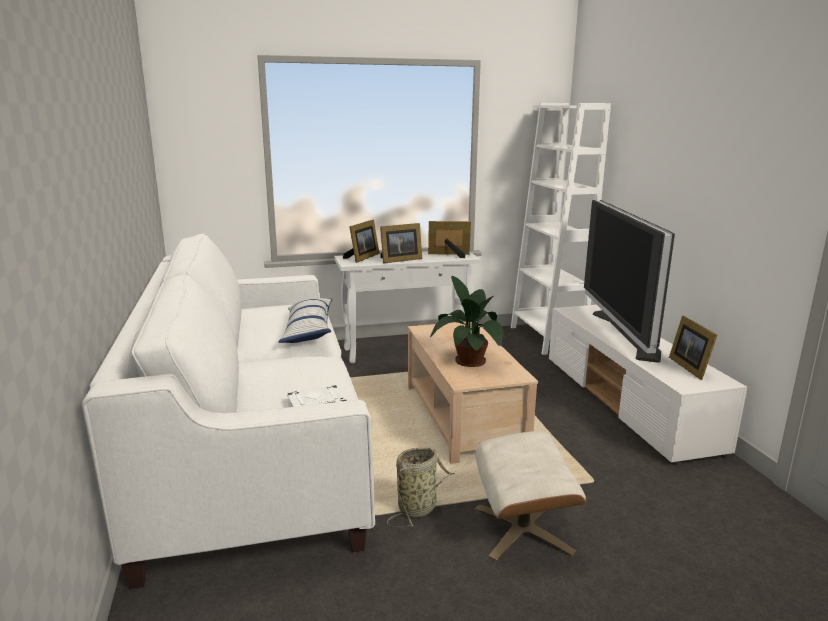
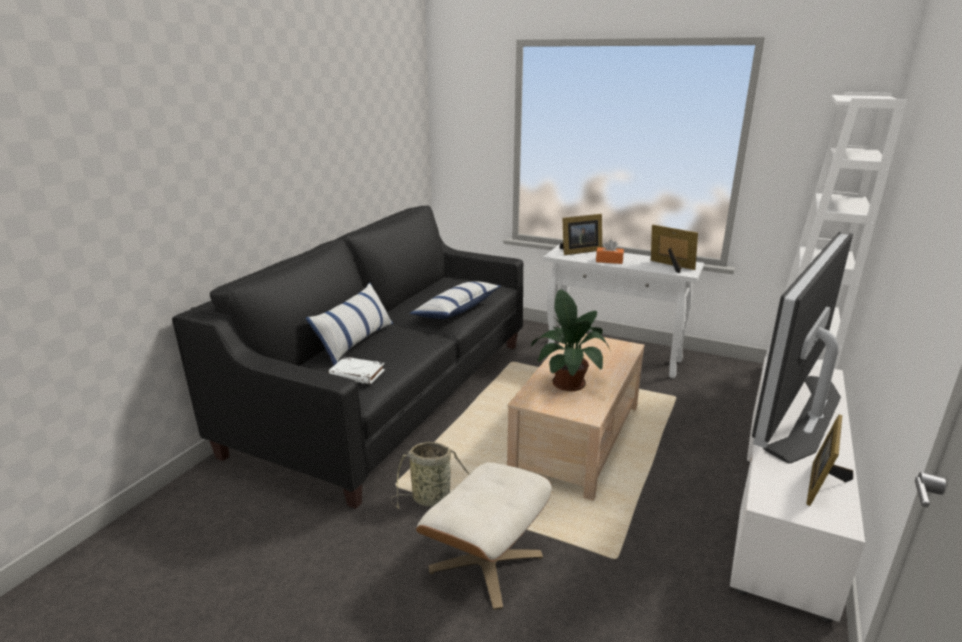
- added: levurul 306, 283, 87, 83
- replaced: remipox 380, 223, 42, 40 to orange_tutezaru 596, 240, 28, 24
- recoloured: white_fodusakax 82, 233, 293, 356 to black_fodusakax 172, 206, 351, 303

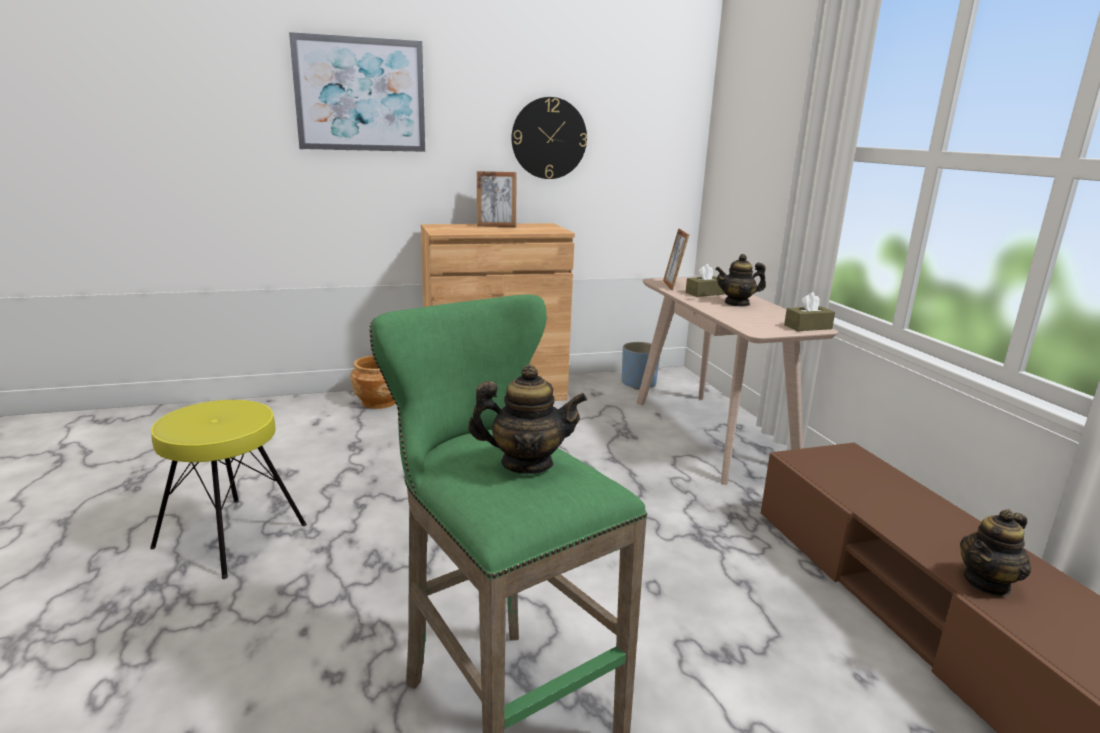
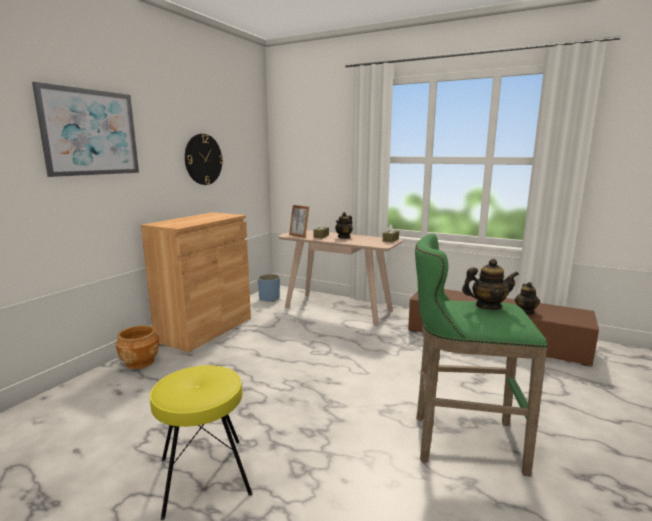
- removed: remipox 477, 171, 39, 56
- turned: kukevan 468, 365, 119, 109 = 462, 259, 57, 51 45 degrees clockwise

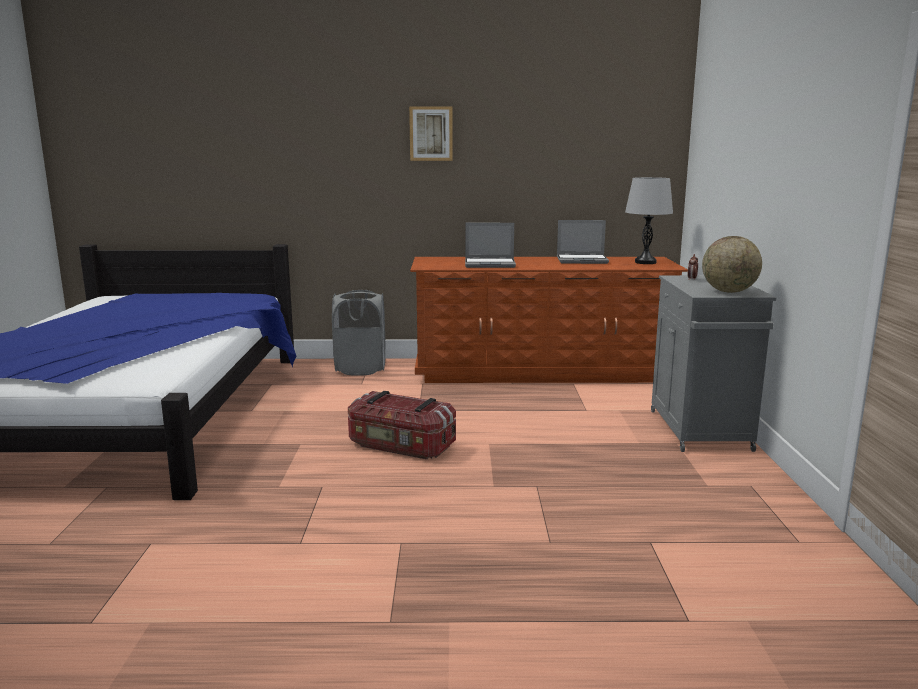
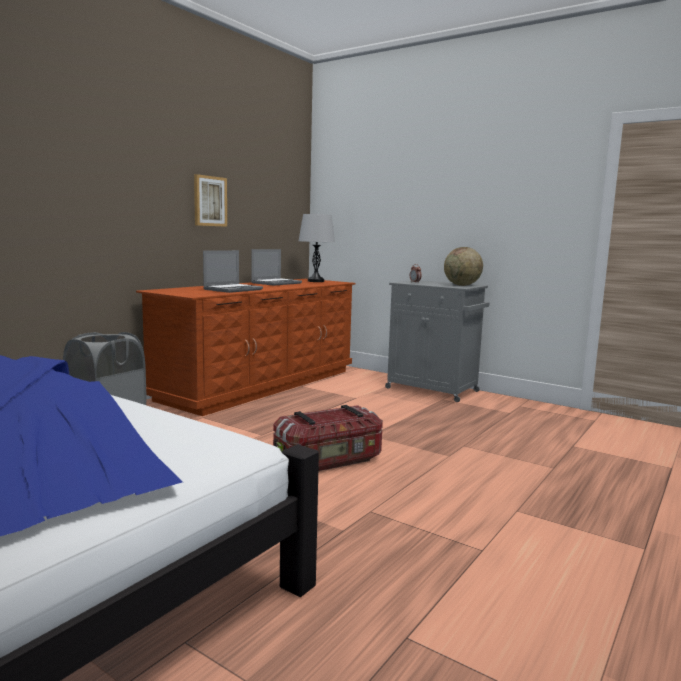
- moved: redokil 409, 106, 44, 55 to 194, 174, 33, 53

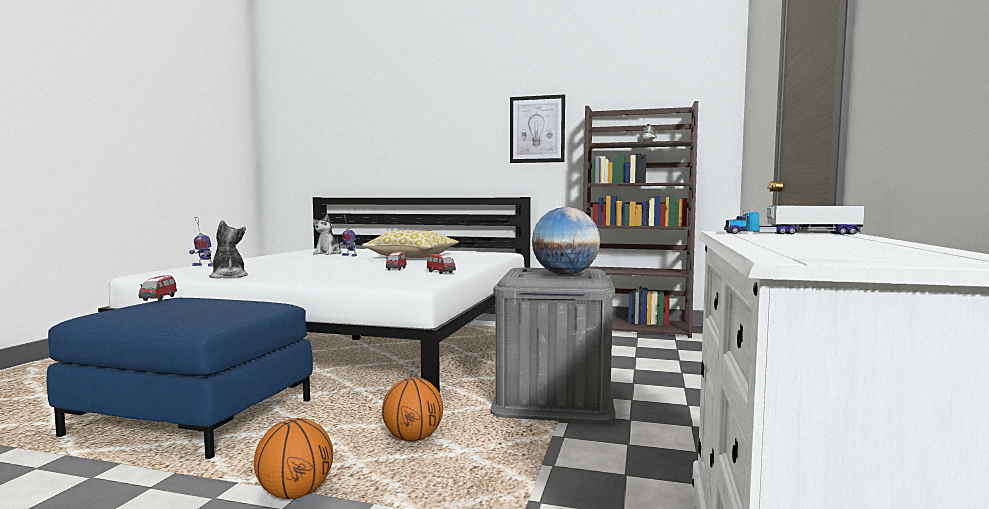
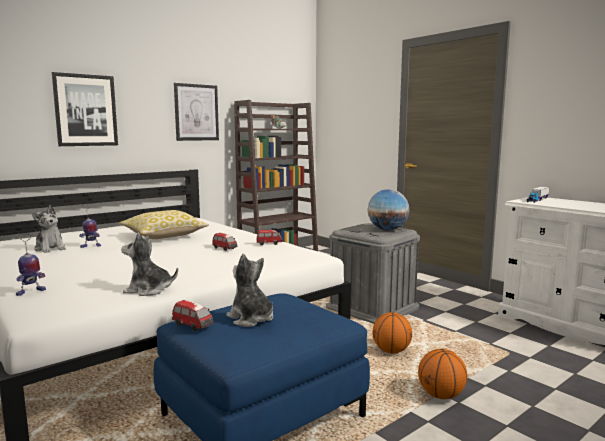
- added: redokil 52, 72, 66, 74
- added: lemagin 226, 254, 47, 73

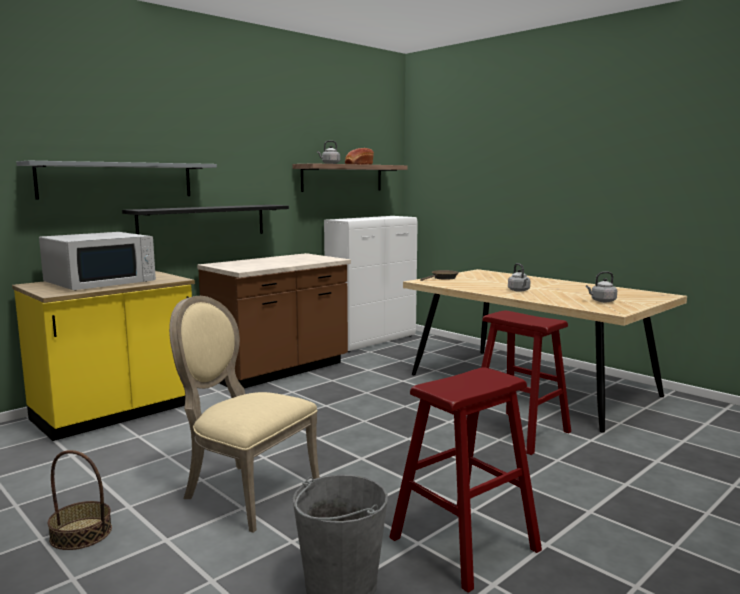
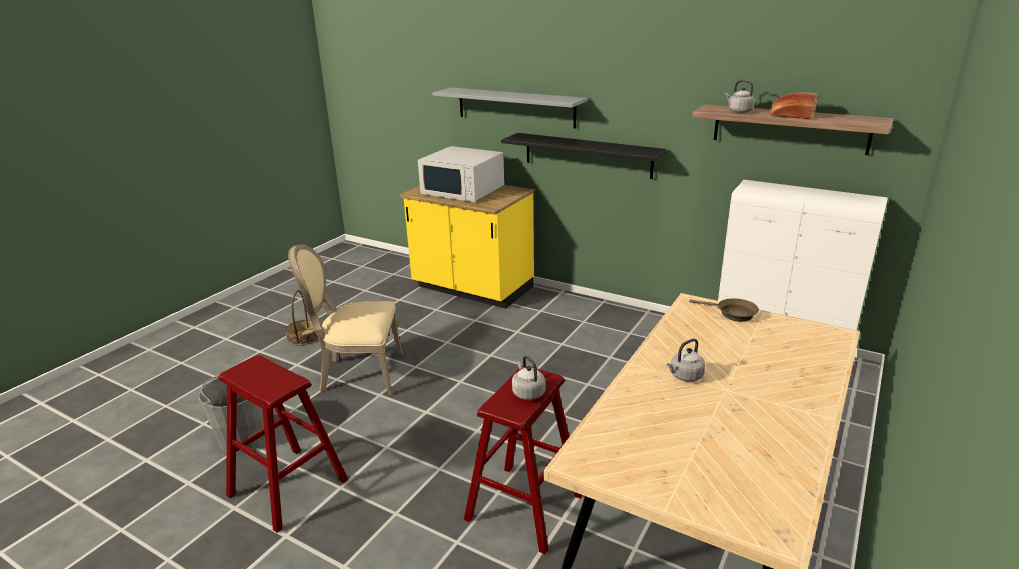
- removed: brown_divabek 197, 253, 154, 135
- moved: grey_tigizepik 586, 272, 31, 30 to 512, 355, 33, 45
- turned: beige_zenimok 169, 296, 151, 237 = 288, 244, 115, 151 105 degrees counterclockwise

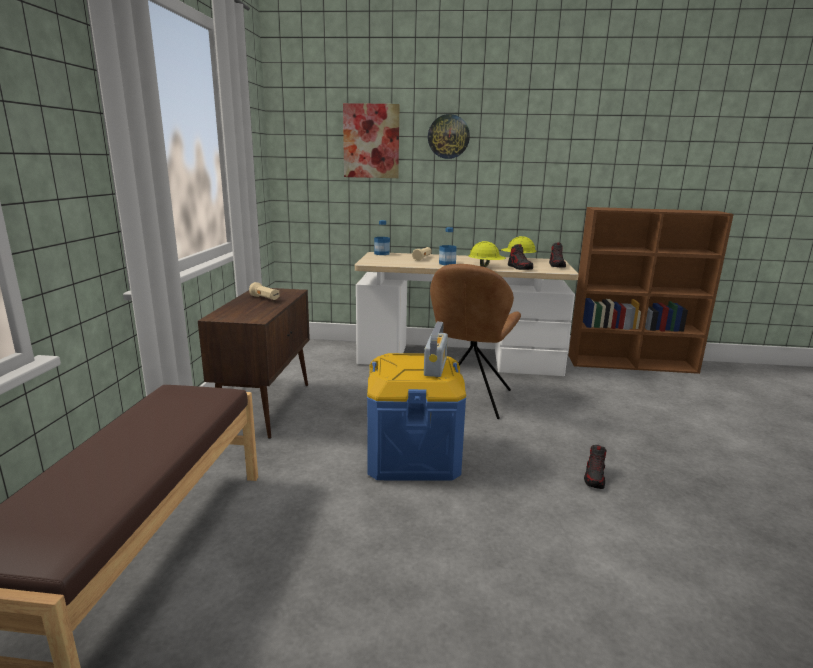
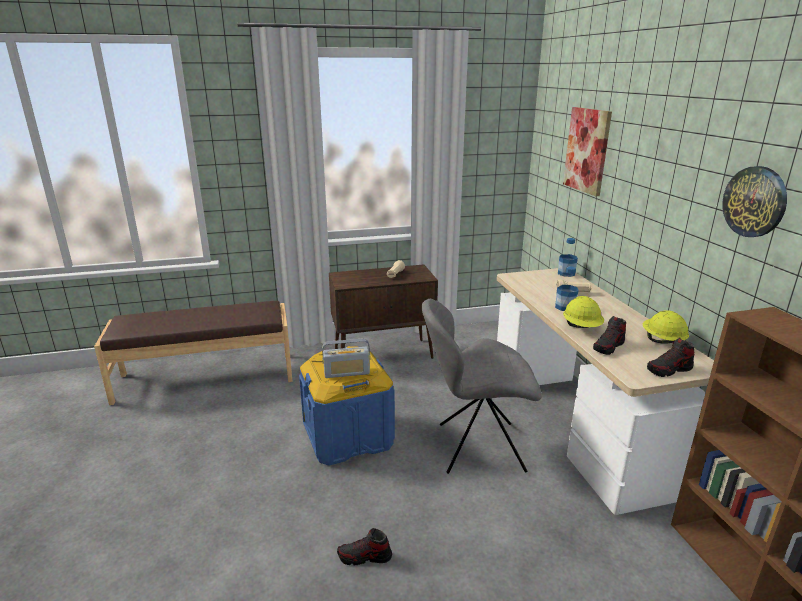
- moved: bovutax 428, 114, 42, 45 to 722, 166, 65, 71
- recoloured: brown_zenimok 430, 264, 91, 155 to grey_zenimok 422, 299, 120, 175

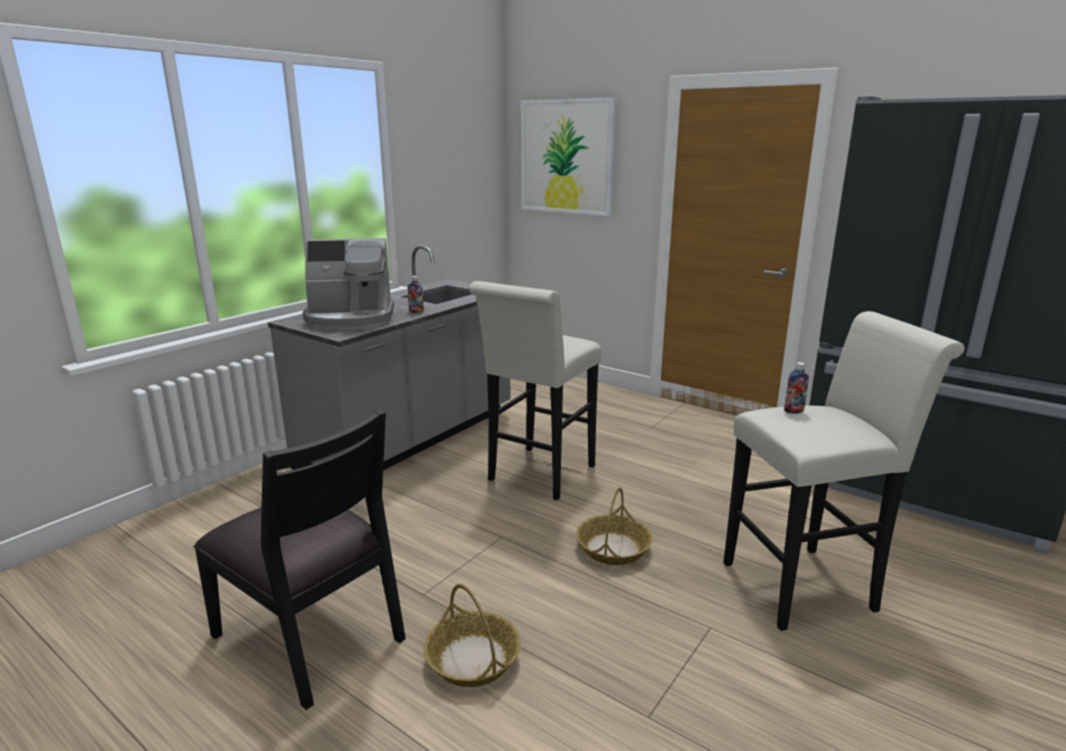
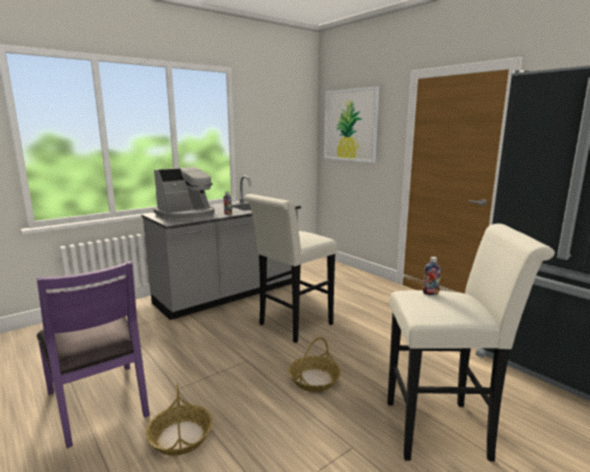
- recoloured: black_zenimok 193, 409, 213, 301 to purple_zenimok 36, 261, 114, 187
- turned: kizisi 303, 238, 91, 92 = 154, 167, 61, 54 45 degrees counterclockwise

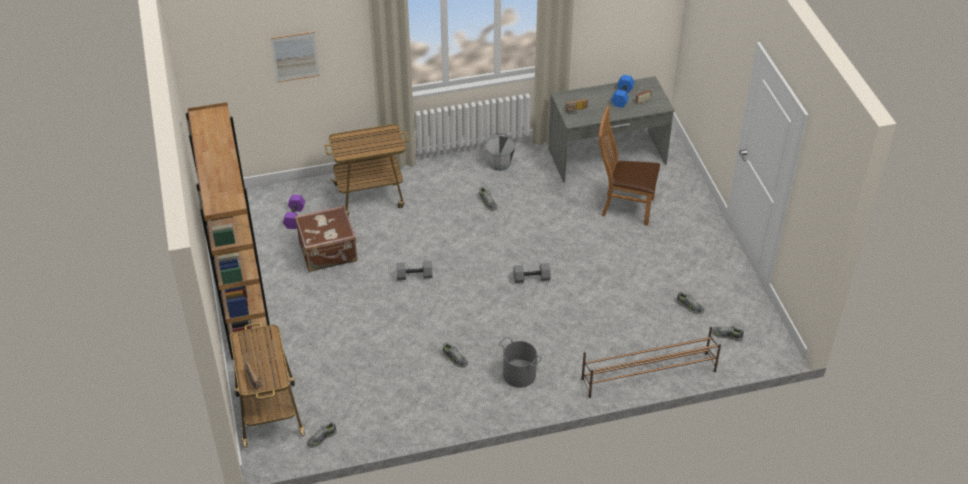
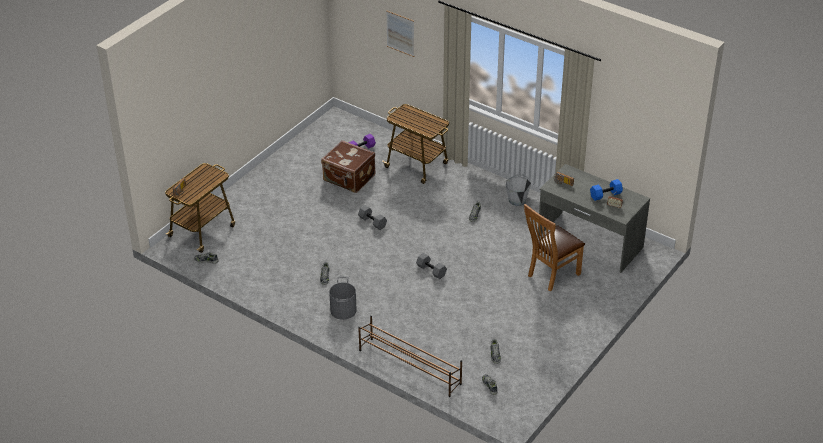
- removed: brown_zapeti 186, 102, 86, 258
- turned: brown_zenimok 599, 106, 61, 120 = 524, 204, 61, 87 105 degrees counterclockwise

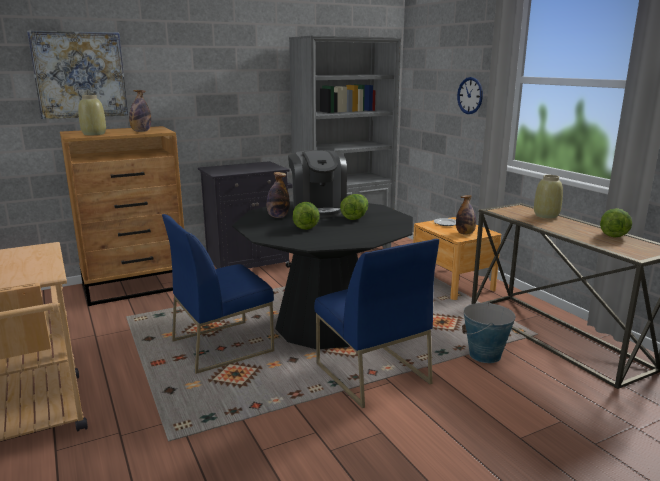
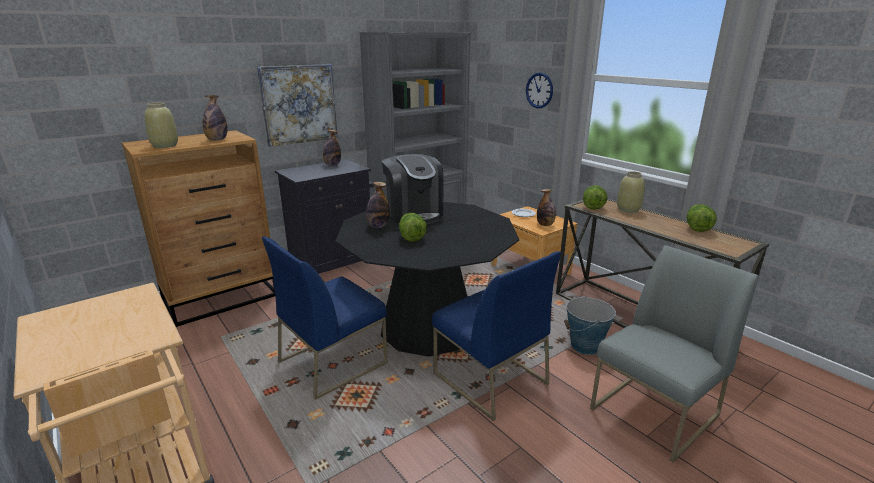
- added: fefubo 323, 130, 18, 36
- added: grey_zenimok 590, 245, 169, 217
- moved: redokil 27, 31, 101, 88 to 257, 64, 81, 83
- moved: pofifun 340, 194, 28, 26 to 583, 185, 25, 25

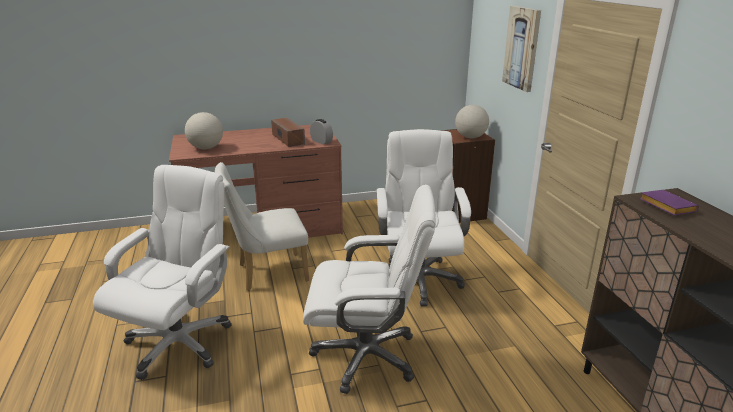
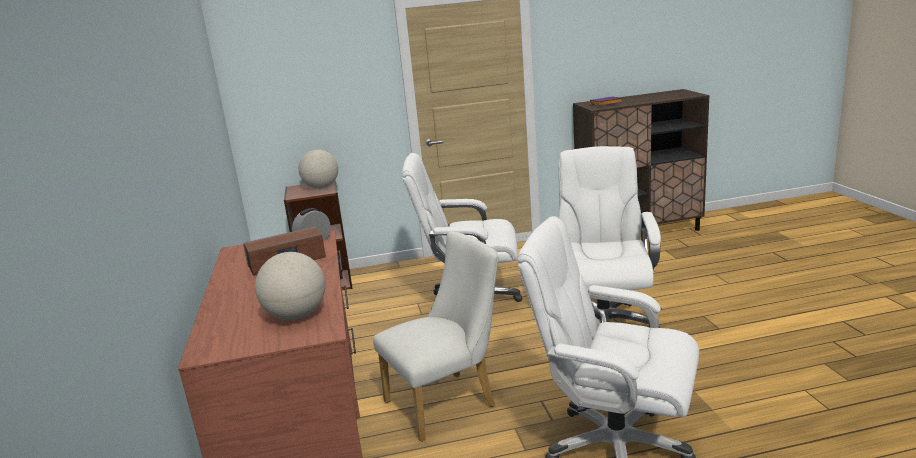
- removed: redokil 502, 6, 39, 86
- turned: white_zenimok 215, 162, 94, 129 = 373, 231, 126, 211 105 degrees counterclockwise

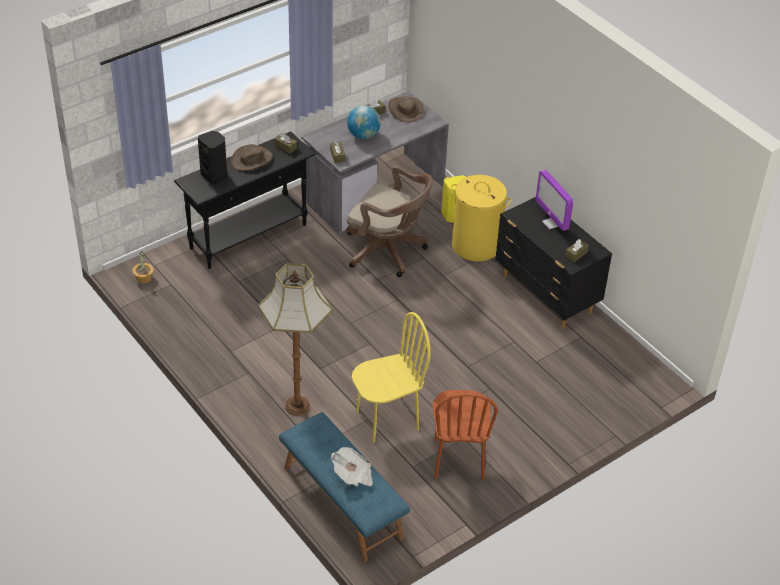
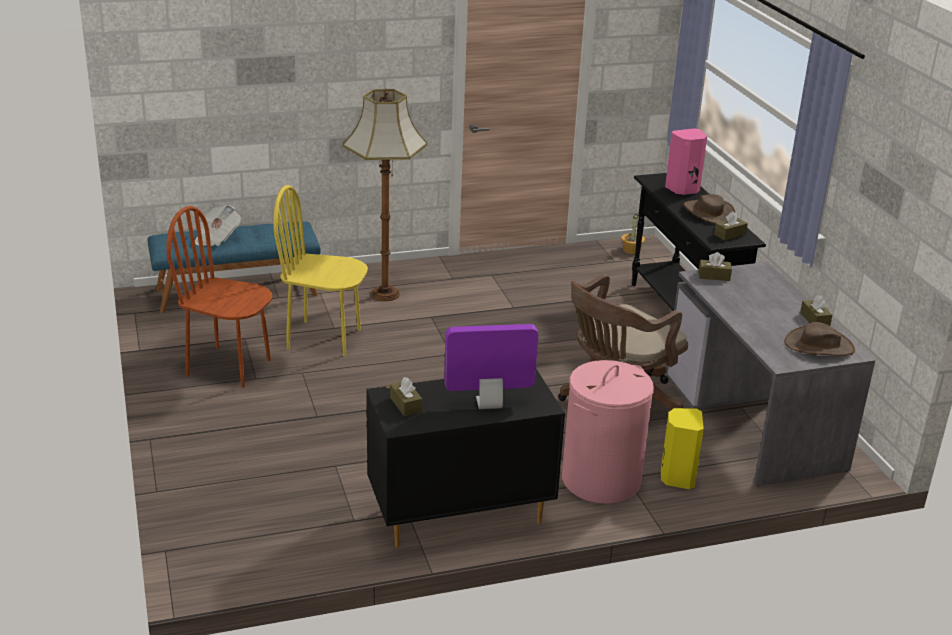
- removed: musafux 347, 105, 34, 34
- recoloured: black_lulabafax 198, 131, 29, 53 to pink_lulabafax 665, 128, 42, 67
- recoloured: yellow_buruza 450, 175, 62, 86 to pink_buruza 562, 360, 92, 144
- turned: yellow_zenimok 352, 312, 79, 131 = 273, 185, 95, 171 105 degrees clockwise

